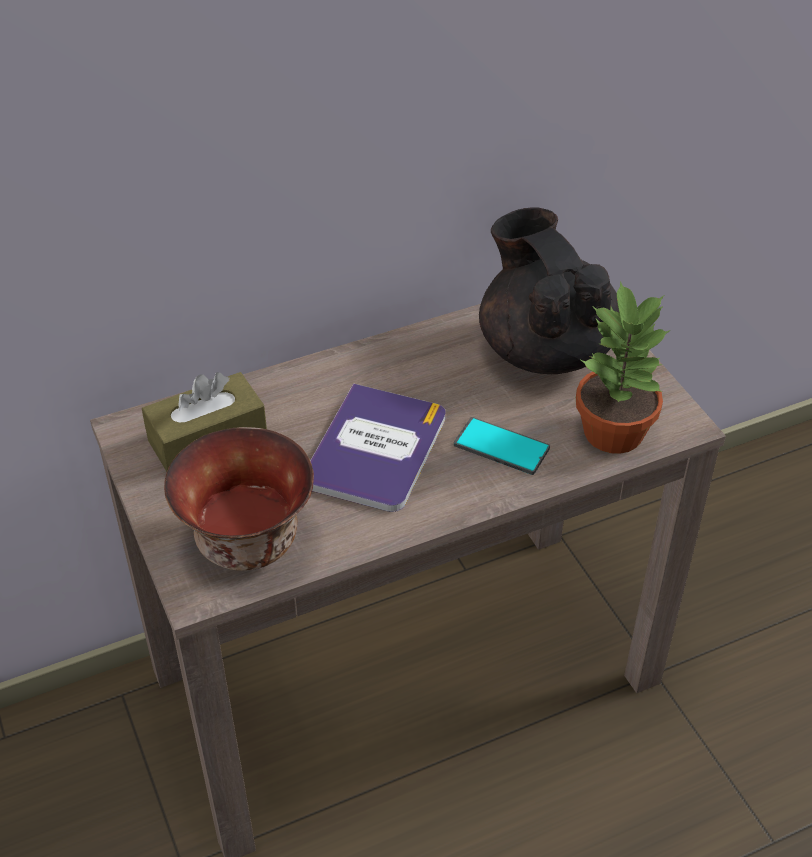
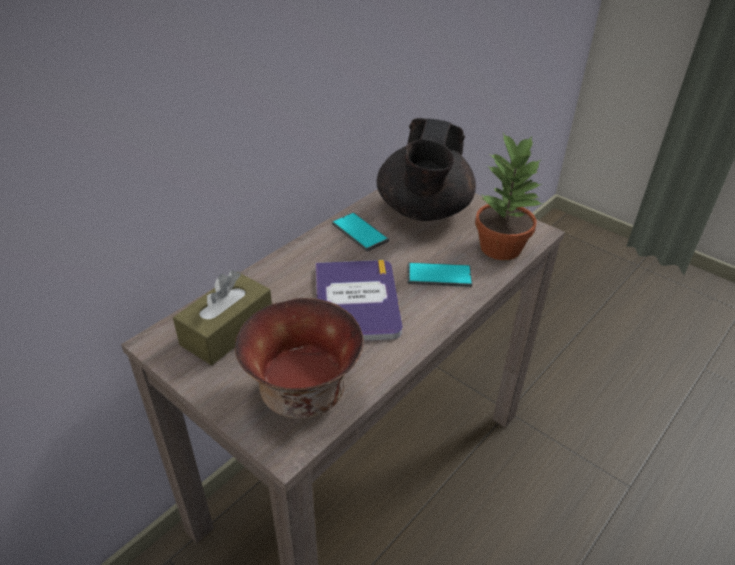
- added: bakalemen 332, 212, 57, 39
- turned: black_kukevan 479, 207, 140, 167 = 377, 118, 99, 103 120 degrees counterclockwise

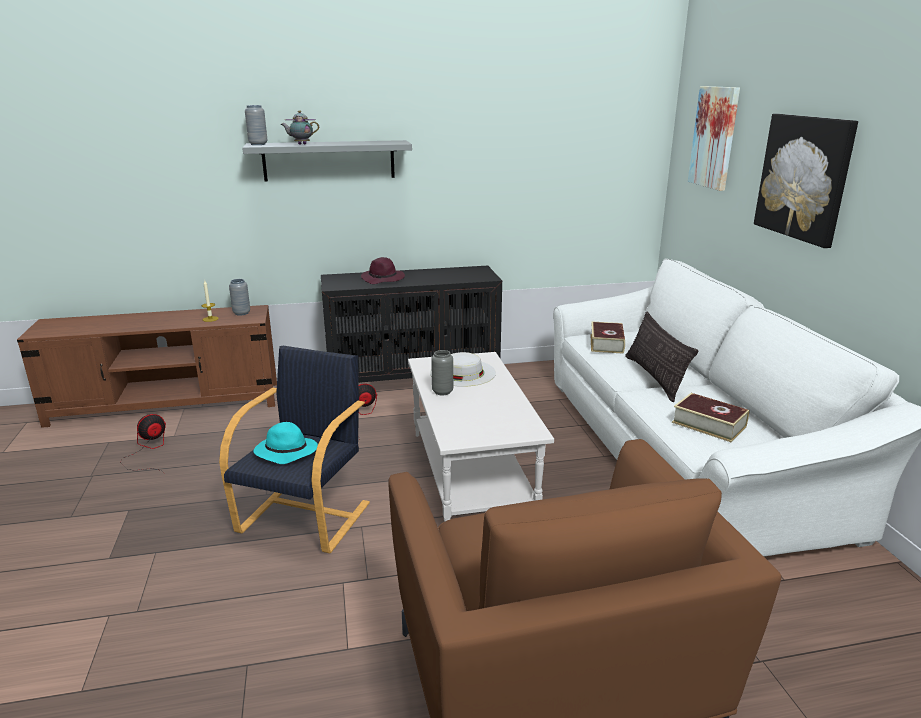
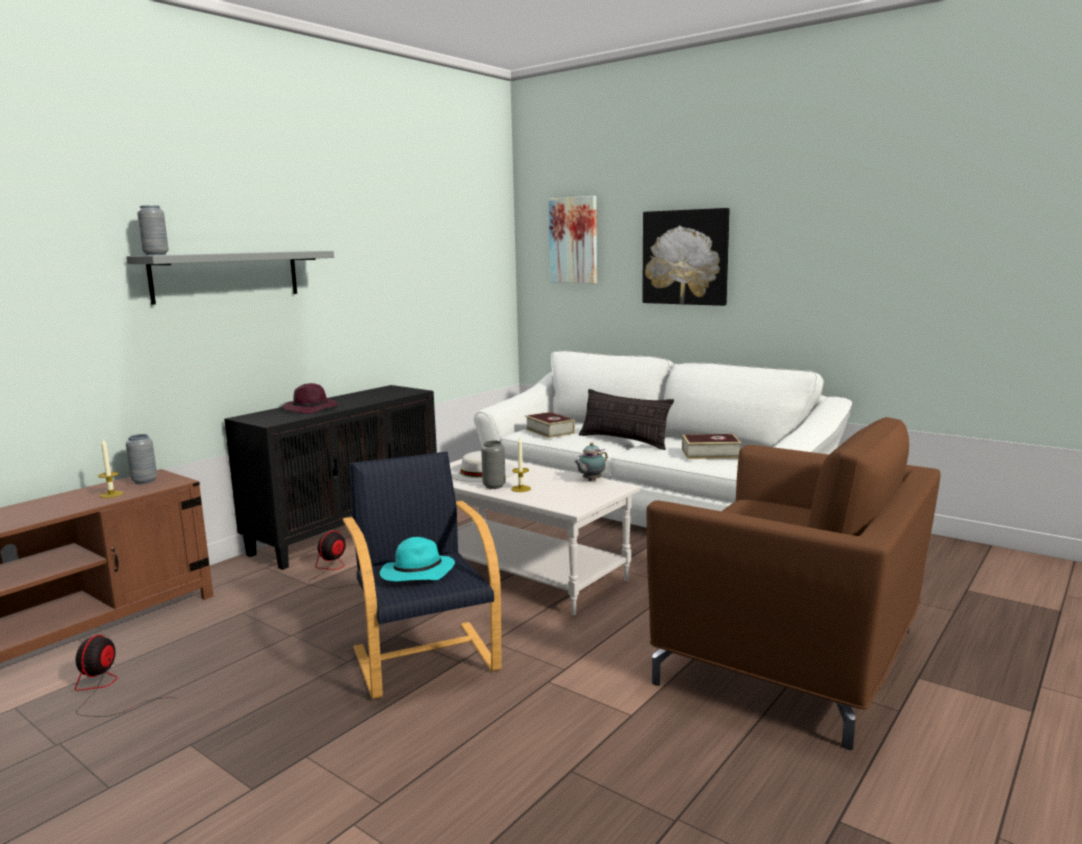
- added: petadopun 511, 438, 20, 54
- moved: kukevan 281, 111, 38, 34 to 574, 443, 33, 38

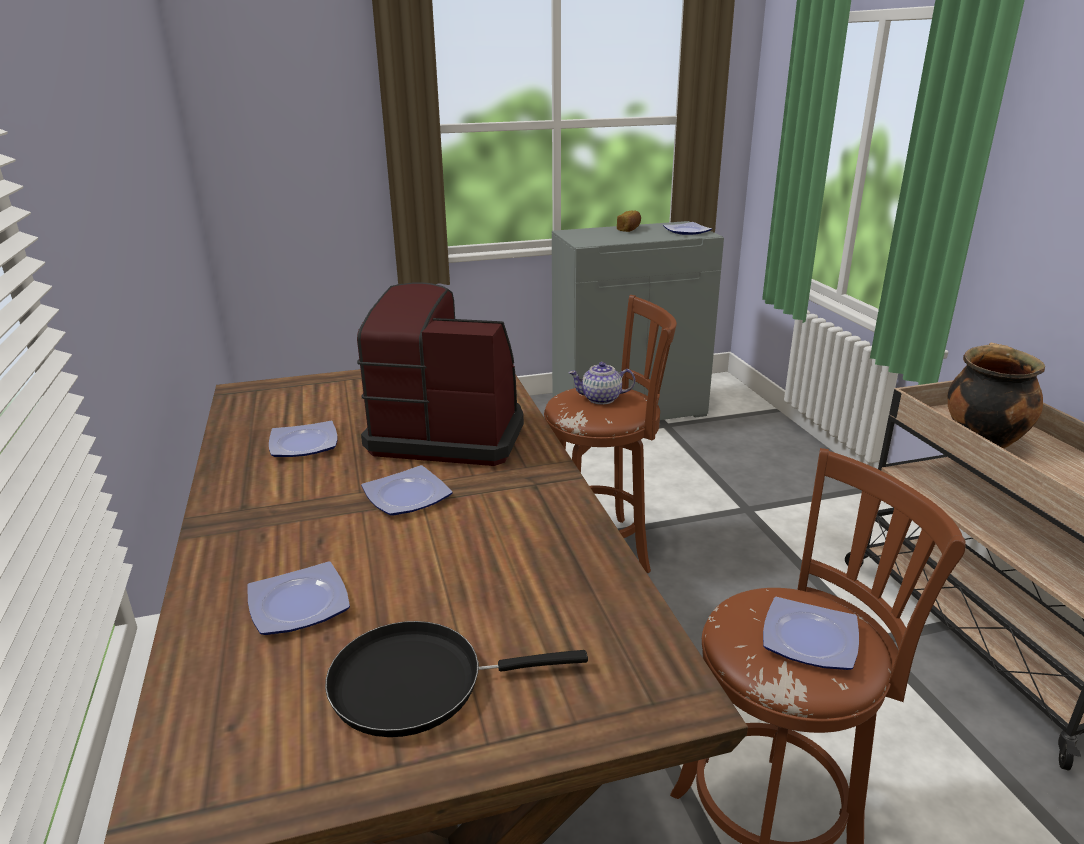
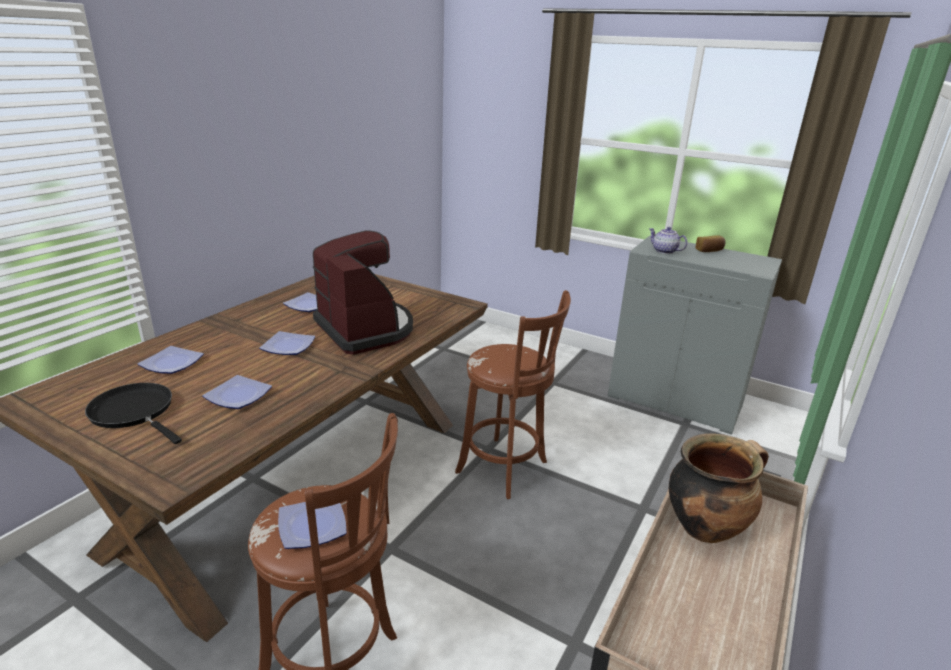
- moved: kukevan 568, 362, 67, 43 to 649, 227, 39, 27
- moved: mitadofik 663, 222, 49, 13 to 202, 375, 70, 34

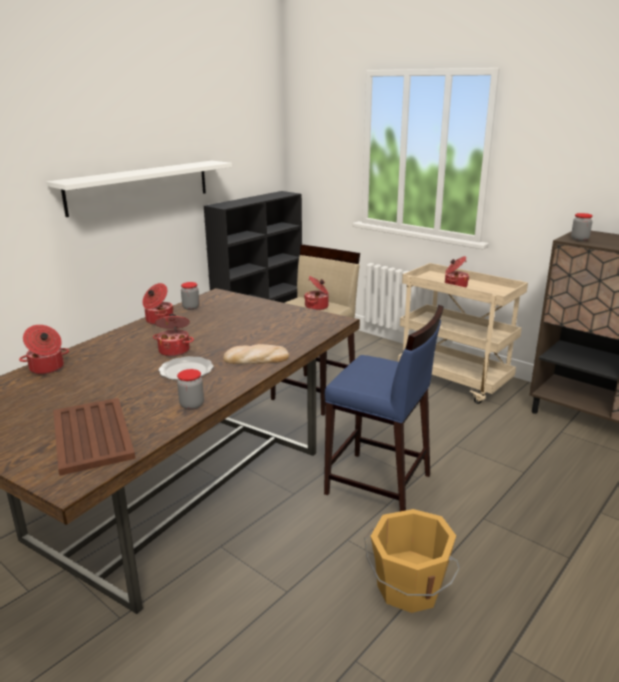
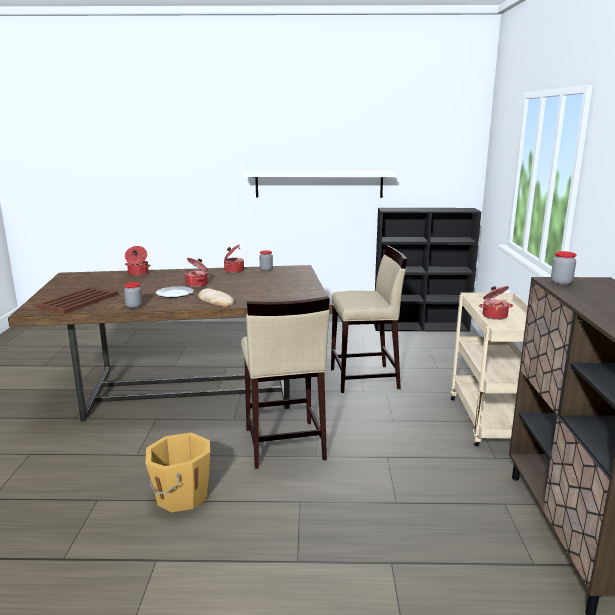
- removed: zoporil 304, 276, 25, 34
- recoloured: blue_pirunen 324, 305, 120, 206 to beige_pirunen 241, 296, 89, 173

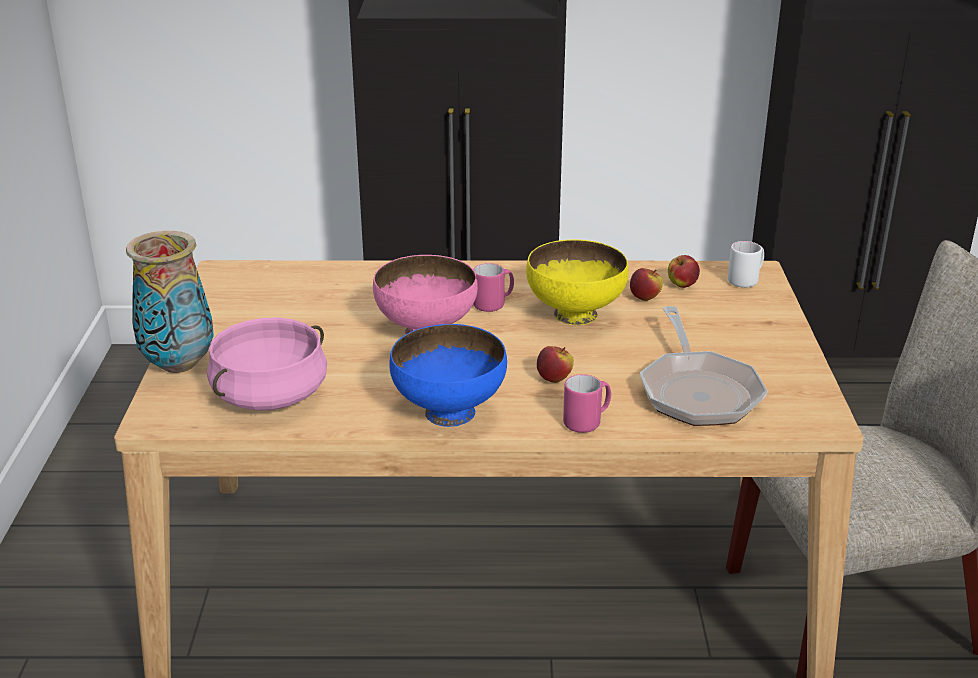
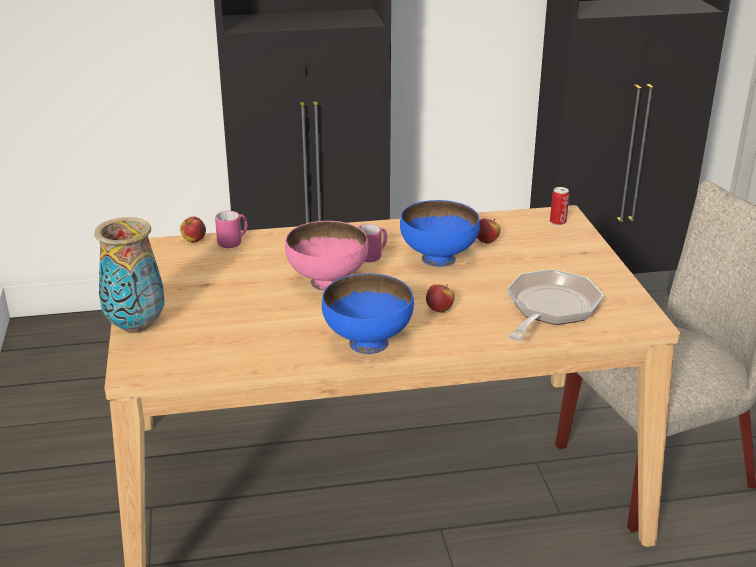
- removed: pink_zoporil 207, 318, 120, 93
- moved: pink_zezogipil 563, 374, 48, 59 to 215, 211, 32, 37
- moved: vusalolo 668, 255, 32, 33 to 180, 217, 26, 26
- replaced: white_zezogipil 728, 241, 36, 47 to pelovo 550, 187, 19, 38
- recoloured: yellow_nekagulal 526, 239, 103, 86 to blue_nekagulal 400, 200, 80, 67
- turned: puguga 640, 306, 128, 120 = 507, 269, 97, 72 135 degrees counterclockwise

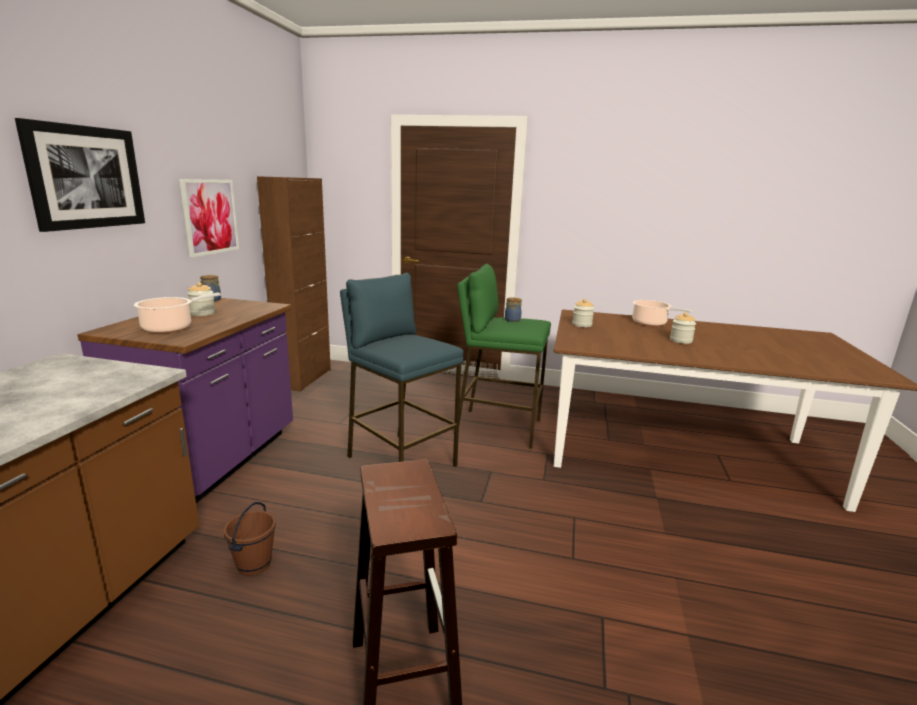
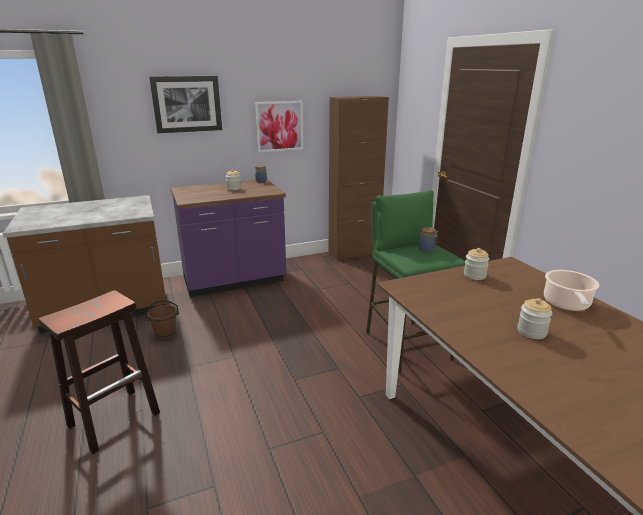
- removed: zoporil 134, 293, 87, 40
- removed: blue_pirunen 340, 273, 124, 194

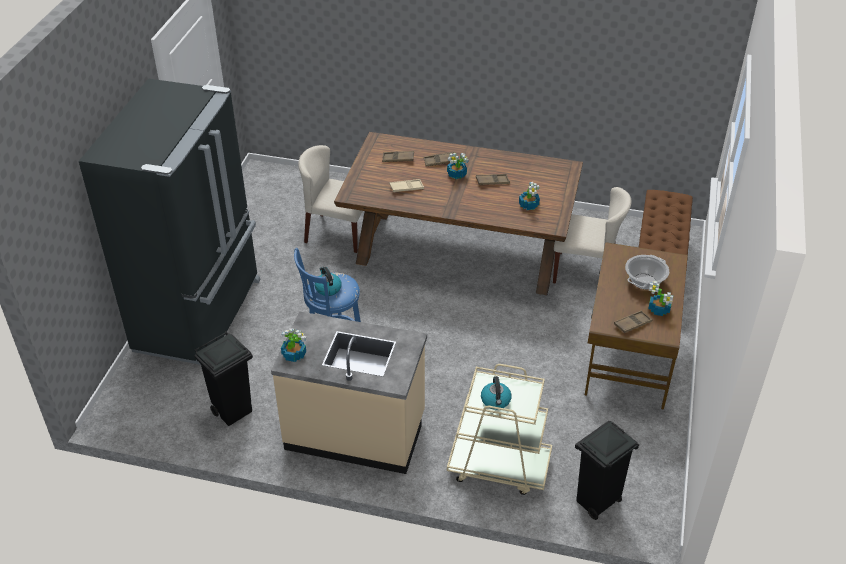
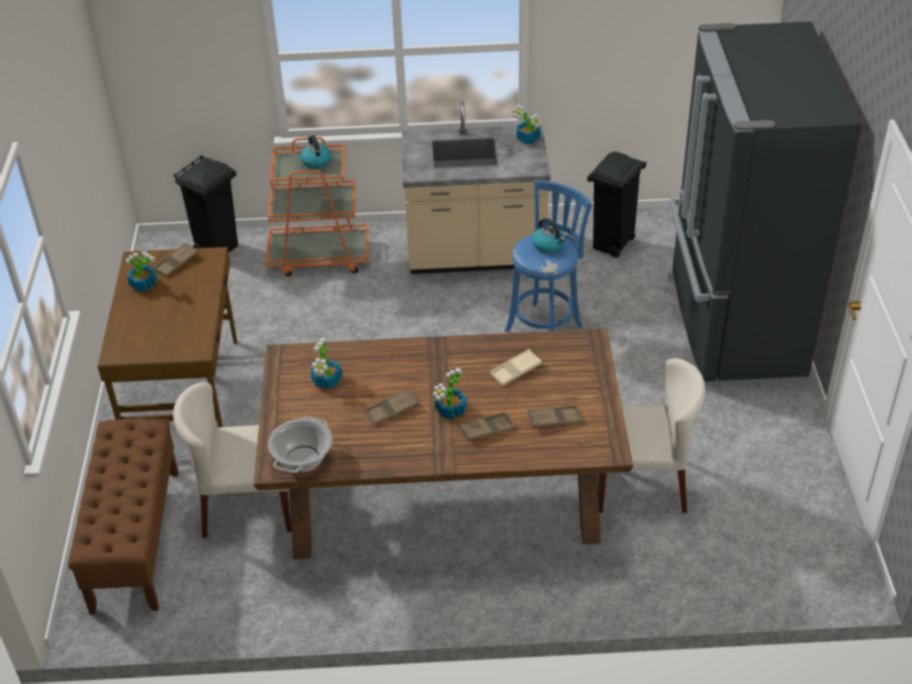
- moved: zoporil 625, 255, 44, 34 to 268, 416, 65, 57
- recoloured: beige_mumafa 447, 364, 105, 131 to orange_mumafa 266, 137, 102, 140

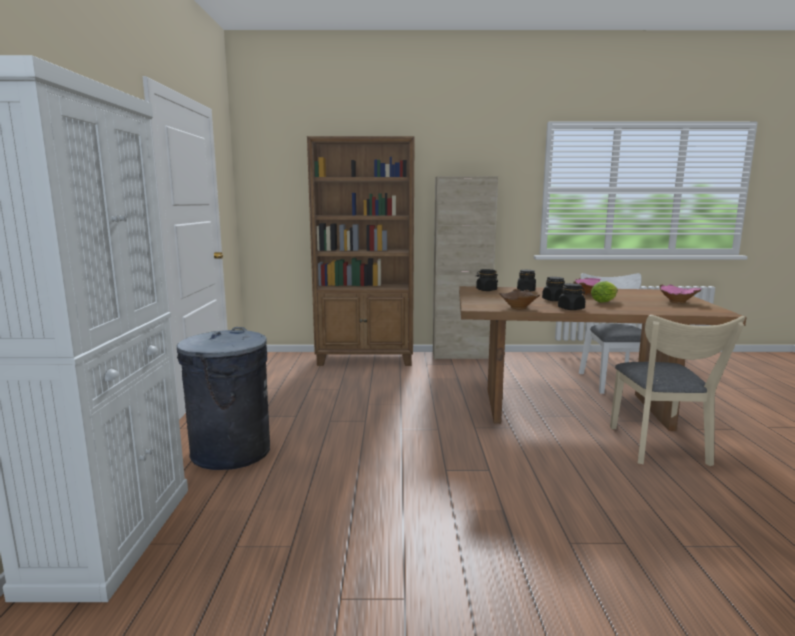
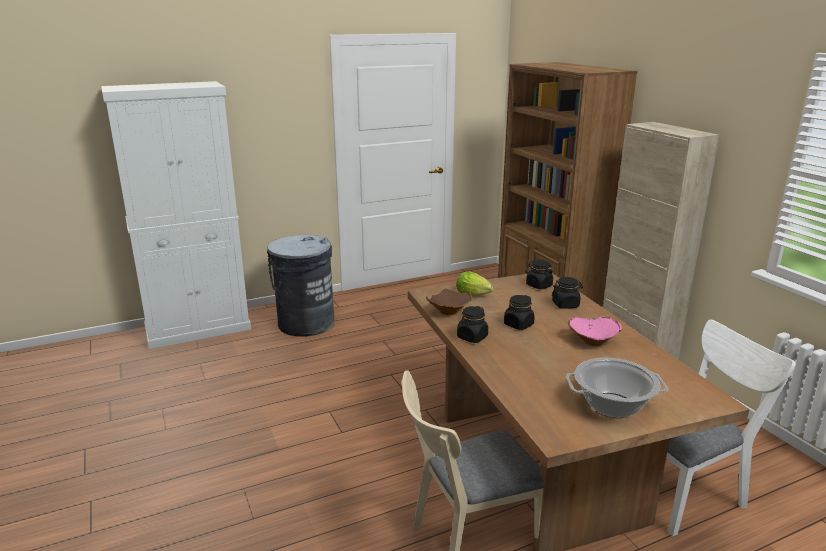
- moved: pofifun 591, 281, 27, 22 to 456, 271, 37, 25
- replaced: pink_nekagulal 659, 284, 43, 19 to zoporil 566, 358, 102, 60

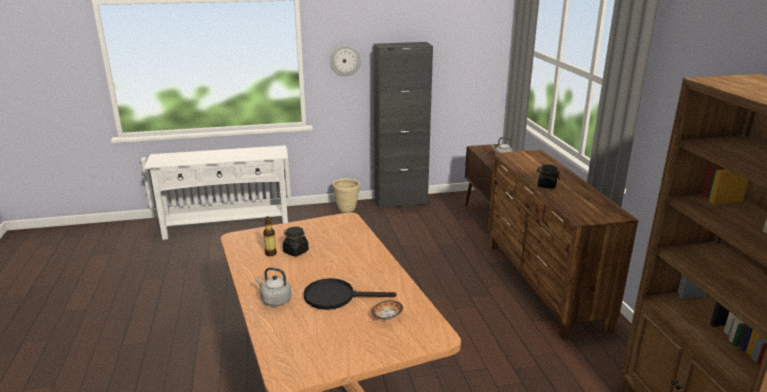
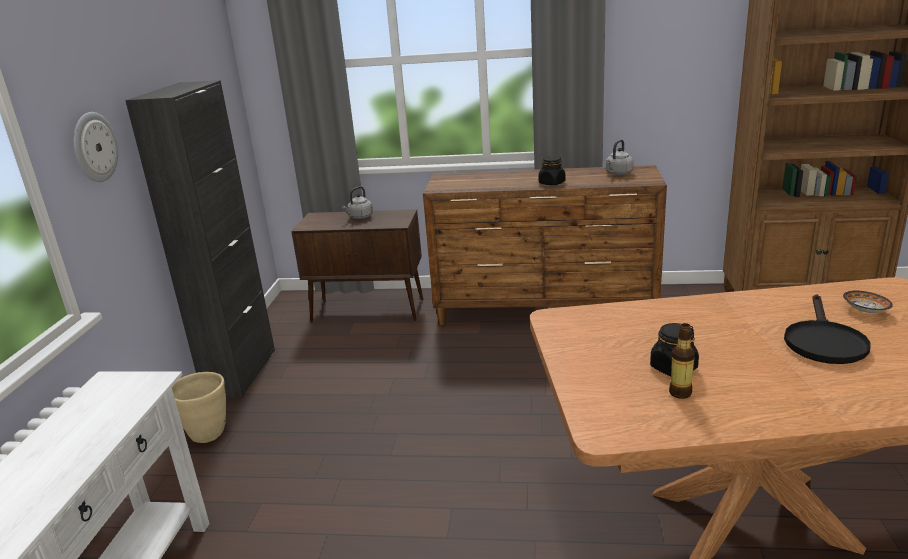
- moved: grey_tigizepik 255, 267, 36, 39 to 606, 140, 27, 35

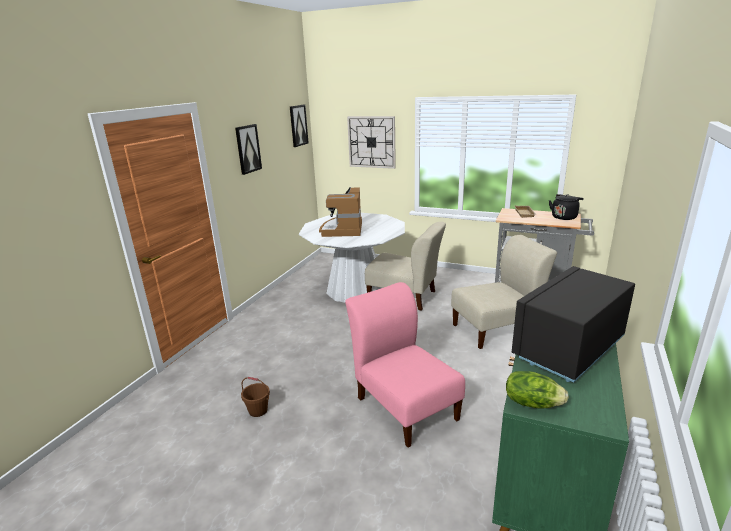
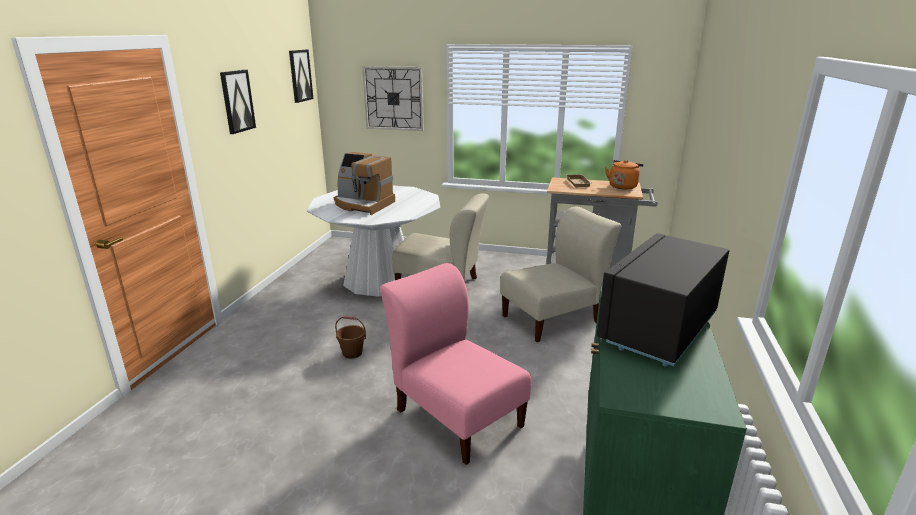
- removed: pofifun 506, 371, 63, 38
- moved: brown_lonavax 241, 377, 29, 40 to 335, 316, 31, 43
- recoloured: black_tigizepik 549, 194, 35, 26 to orange_tigizepik 605, 160, 39, 30
- turned: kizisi 319, 187, 43, 50 = 334, 152, 61, 63 60 degrees counterclockwise

